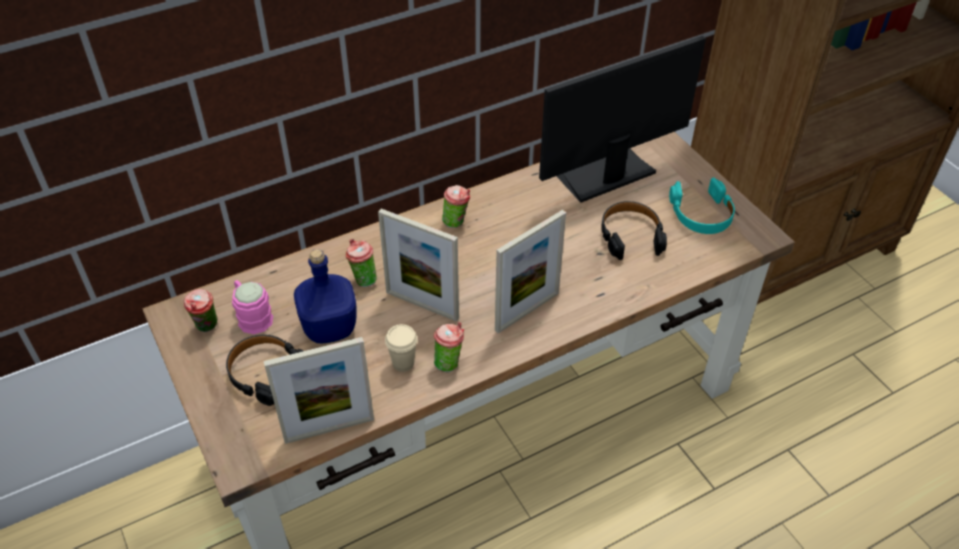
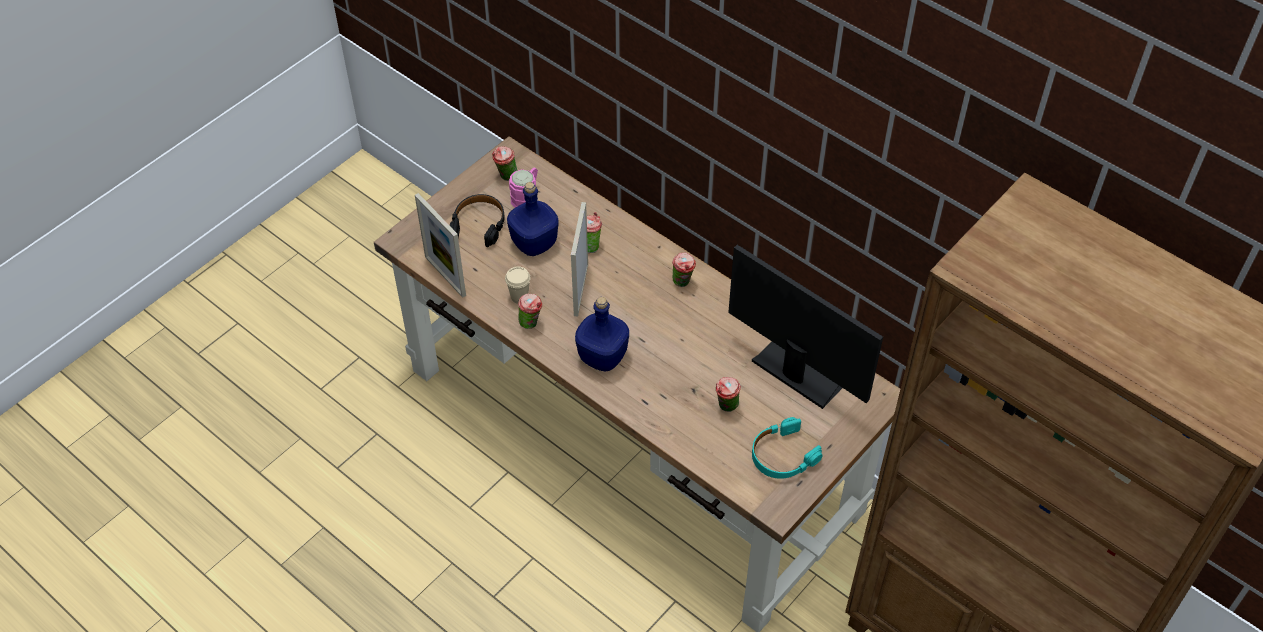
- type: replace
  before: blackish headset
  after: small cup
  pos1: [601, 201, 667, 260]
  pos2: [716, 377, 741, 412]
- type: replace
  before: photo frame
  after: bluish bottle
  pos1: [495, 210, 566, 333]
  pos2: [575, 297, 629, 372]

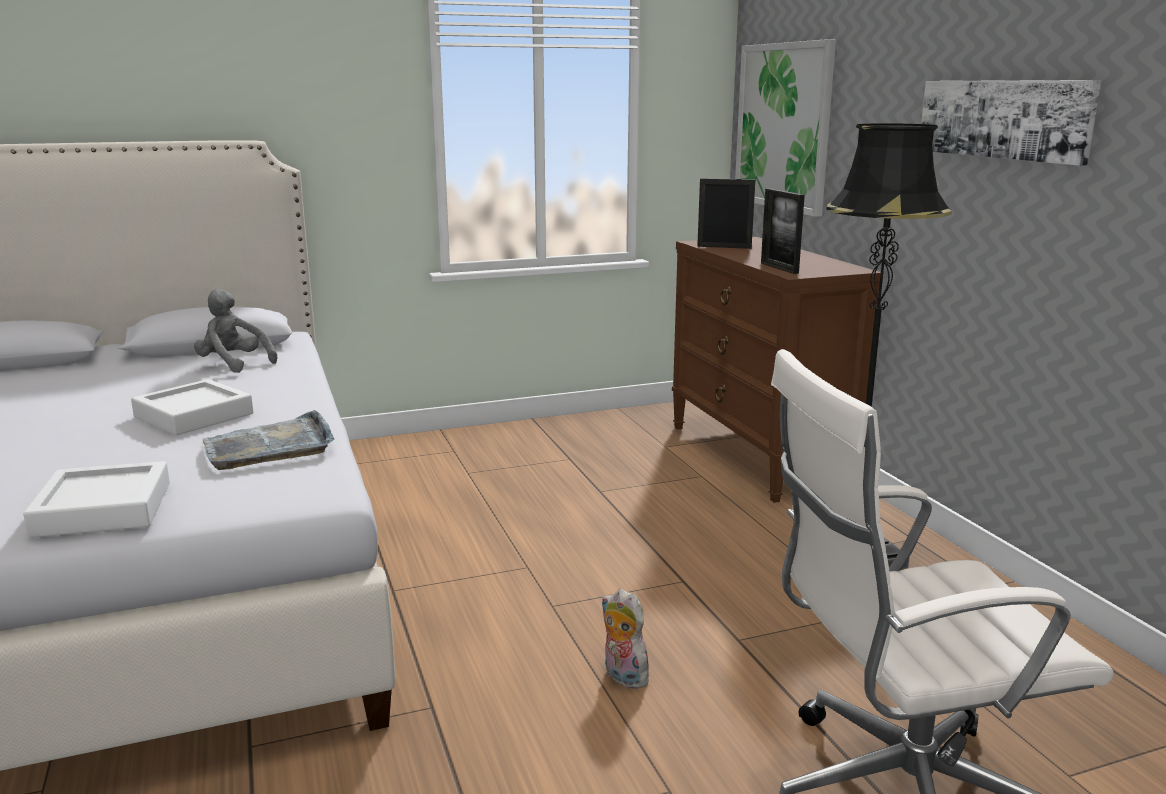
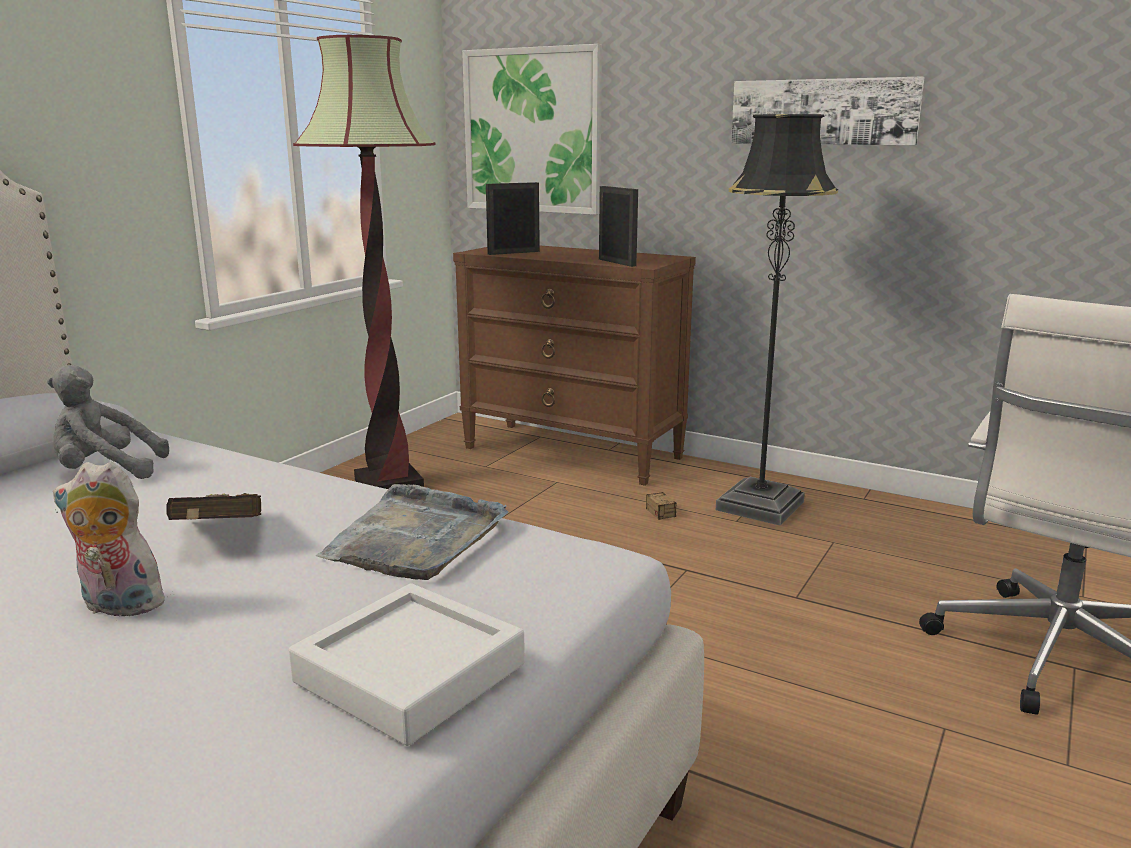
- type: rotate
  before: photo frame
  pos1: [761, 188, 805, 274]
  pos2: [599, 186, 638, 267]
  turn: -150
- type: replace
  before: whitish tray
  after: red-coloured book
  pos1: [131, 379, 253, 435]
  pos2: [166, 493, 261, 520]
- type: move
  before: cuddly toy
  pos1: [601, 589, 649, 689]
  pos2: [53, 462, 174, 617]
- type: insert
  after: standing lamp
  pos2: [293, 35, 435, 489]
- type: insert
  after: storage container
  pos2: [646, 481, 697, 520]

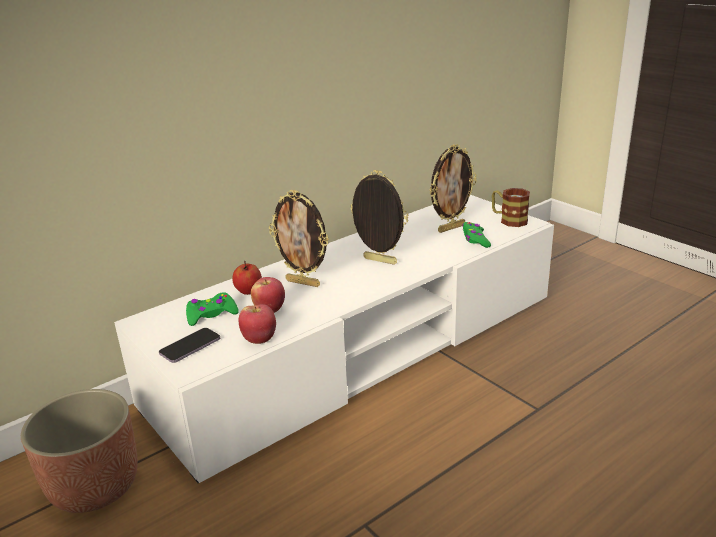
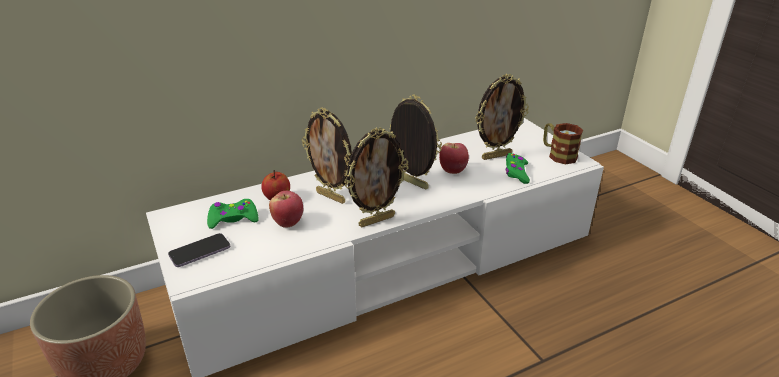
- type: move
  before: apple fruit
  pos1: [238, 304, 276, 344]
  pos2: [439, 143, 469, 174]
- type: insert
  after: photo frame
  pos2: [344, 128, 408, 227]

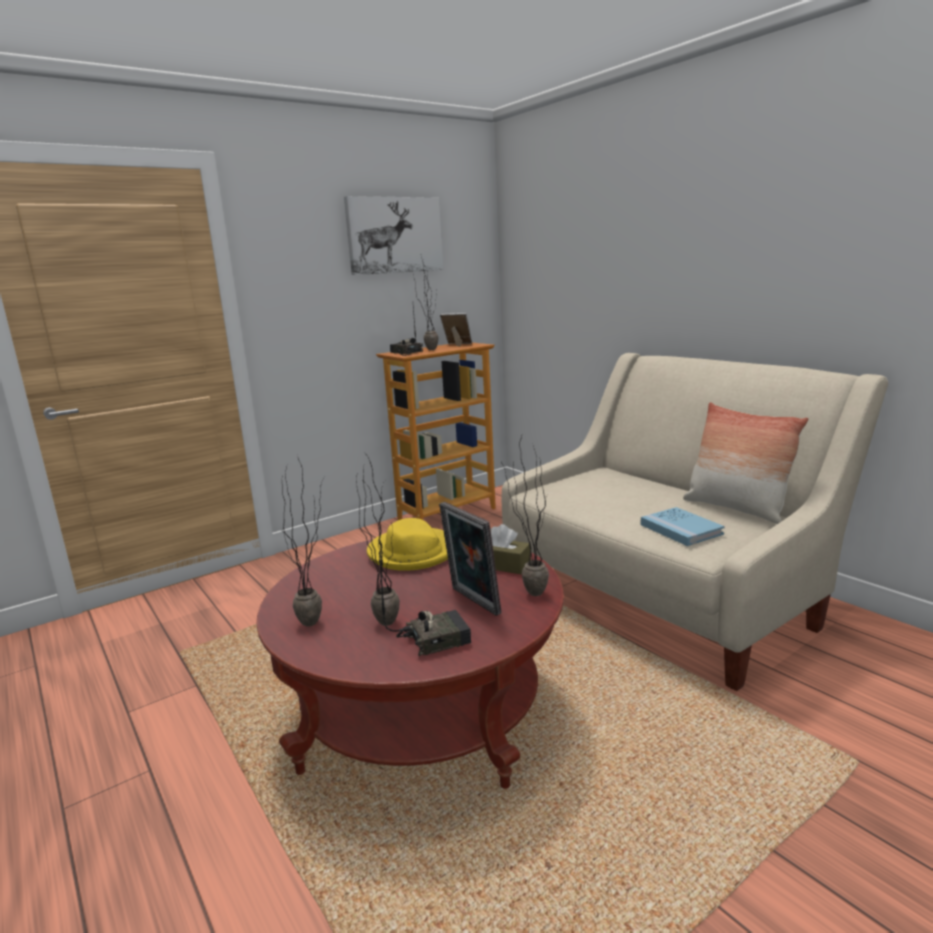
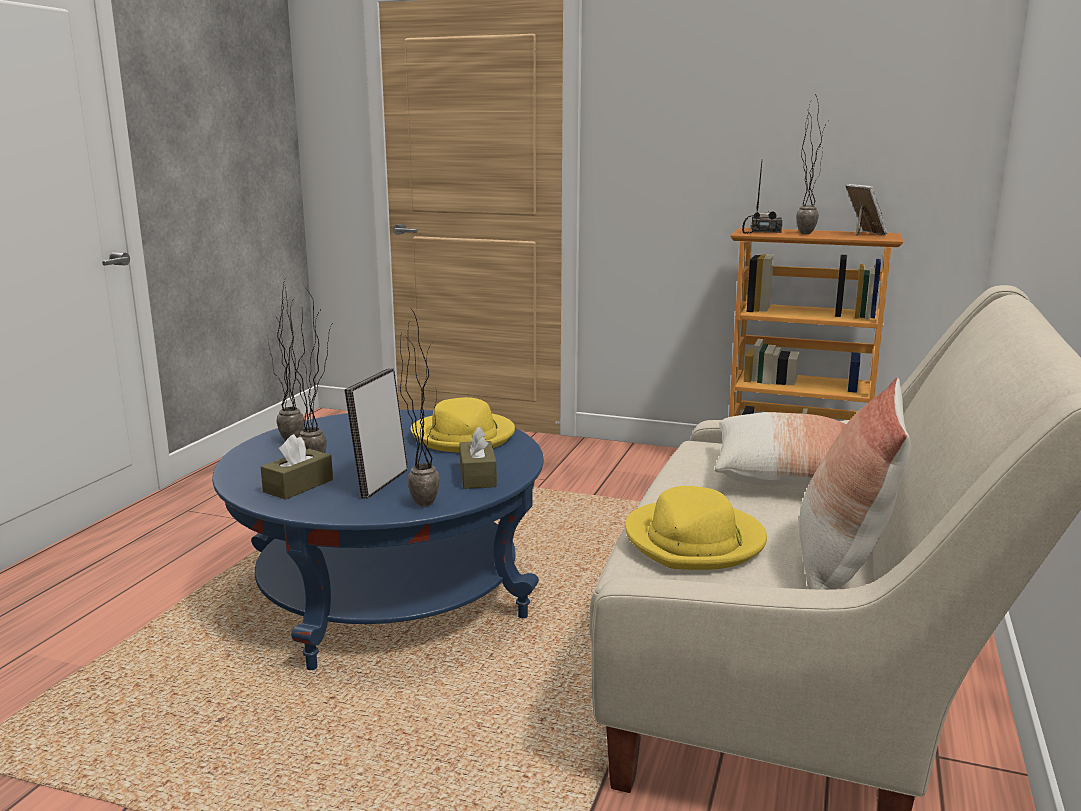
- type: delete
  before: picture
  pos1: [344, 196, 443, 275]
- type: replace
  before: bluish book
  after: yellowish wearable hat
  pos1: [641, 507, 725, 546]
  pos2: [625, 486, 767, 570]
- type: recolor
  before: red-coloured lounge table
  after: bluish lounge table
  pos1: [256, 539, 564, 789]
  pos2: [212, 410, 544, 670]
- type: replace
  before: radio set
  after: brown box of tissues
  pos1: [379, 552, 471, 656]
  pos2: [261, 434, 333, 500]
- type: insert
  after: pillow
  pos2: [715, 412, 846, 486]

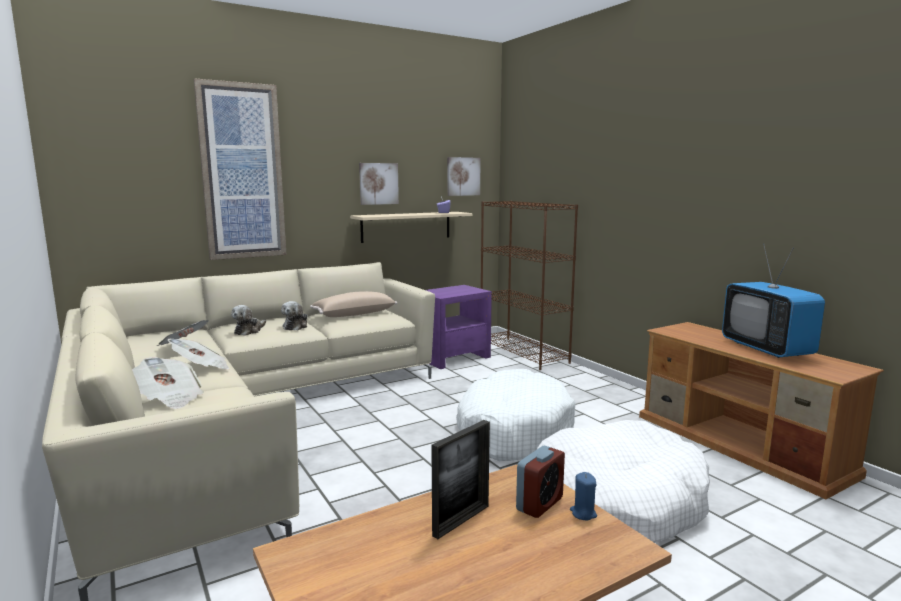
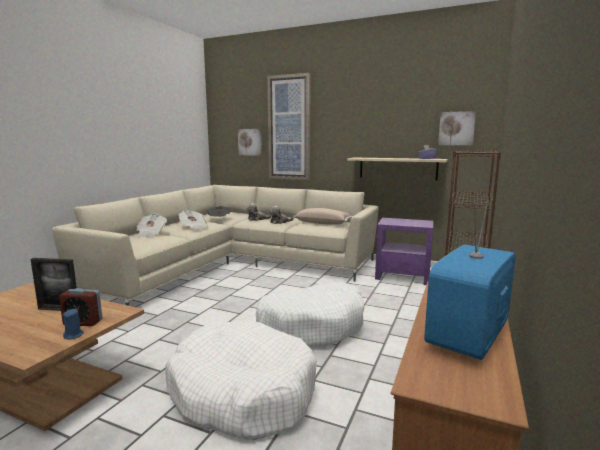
- type: move
  before: picture
  pos1: [359, 163, 399, 205]
  pos2: [238, 129, 262, 156]

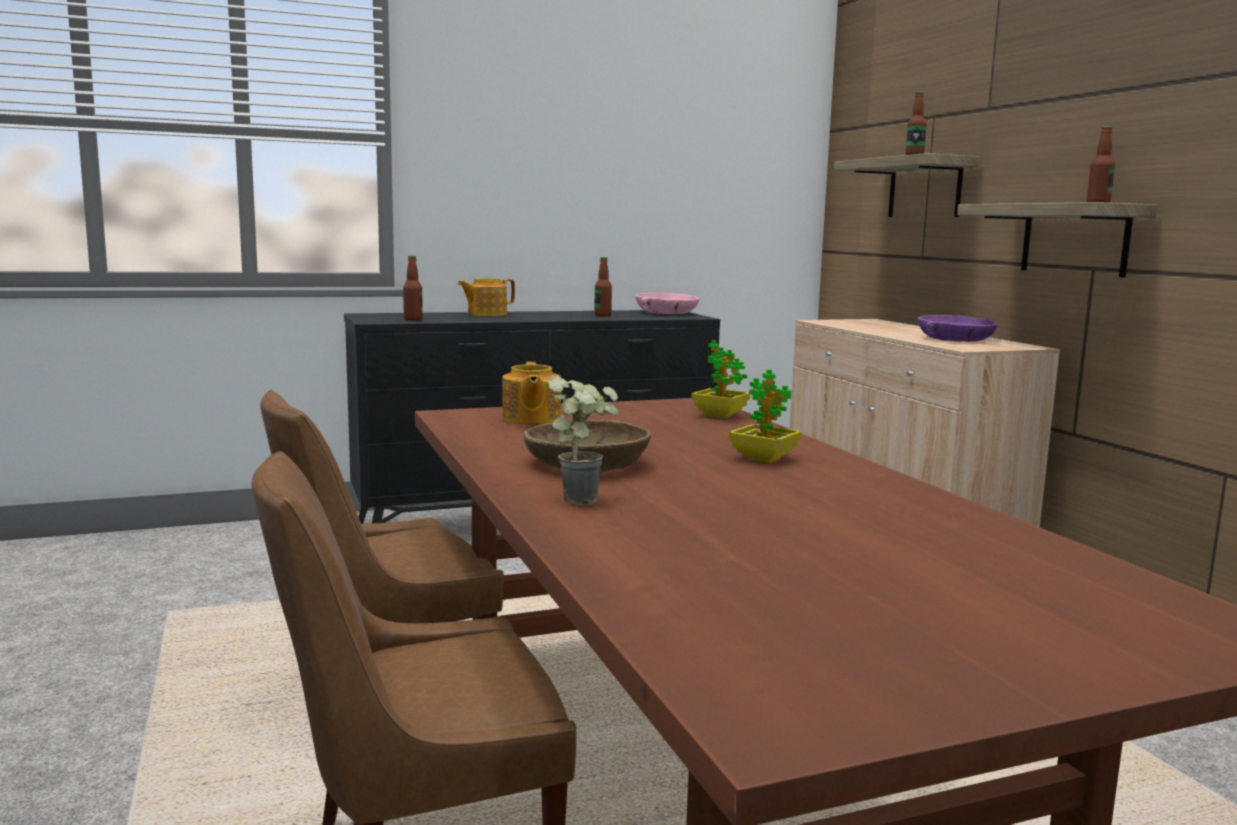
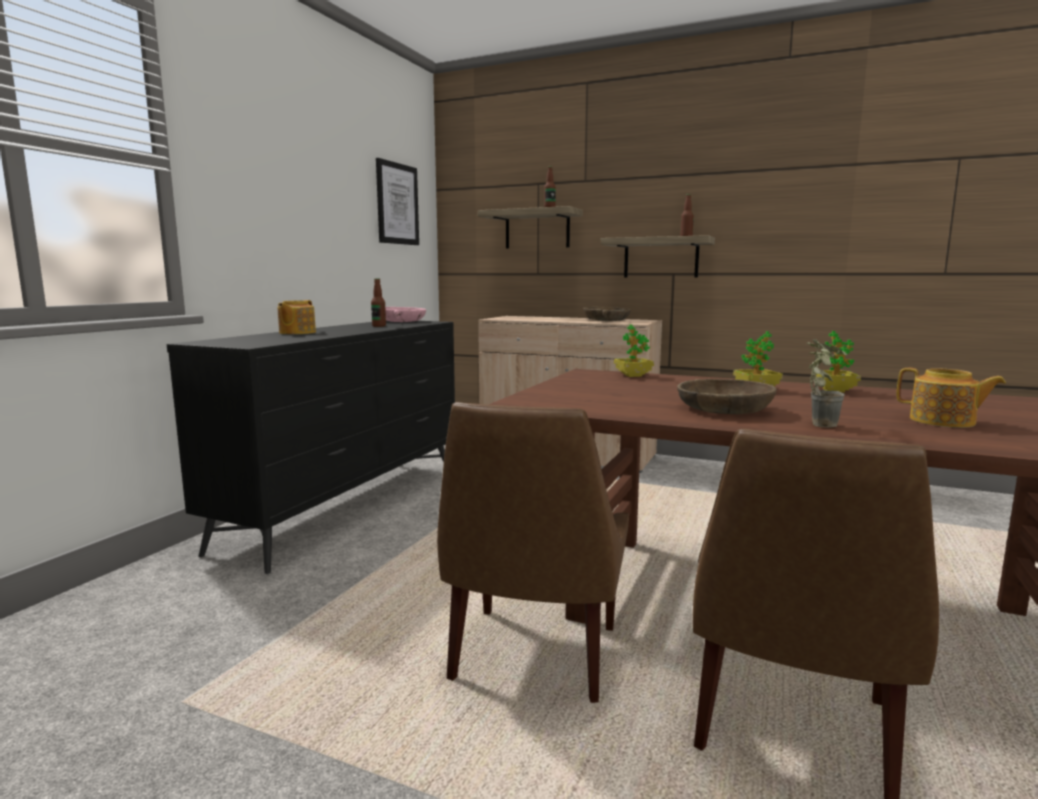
- type: delete
  before: bottle
  pos1: [403, 256, 423, 321]
- type: recolor
  before: purple-coloured serving bowl
  after: brown serving bowl
  pos1: [918, 315, 998, 342]
  pos2: [583, 307, 631, 321]
- type: move
  before: pot for tea
  pos1: [502, 362, 561, 425]
  pos2: [897, 368, 1006, 428]
- type: insert
  after: picture
  pos2: [376, 158, 419, 245]
- type: insert
  after: potted plant
  pos2: [816, 331, 861, 392]

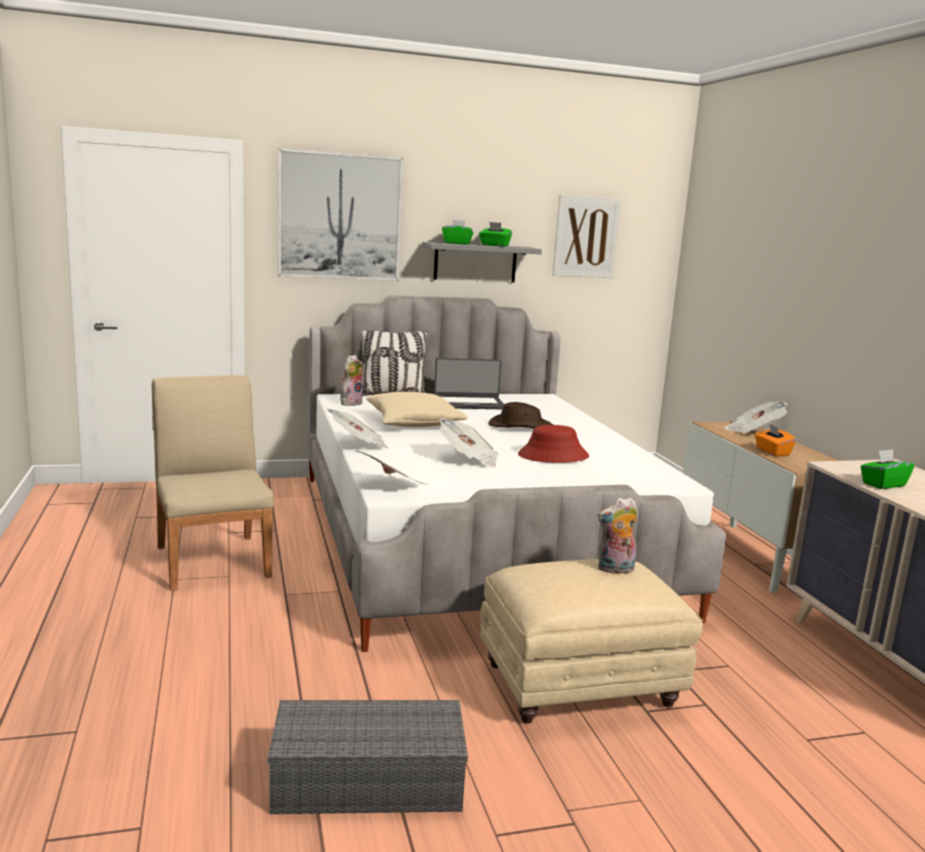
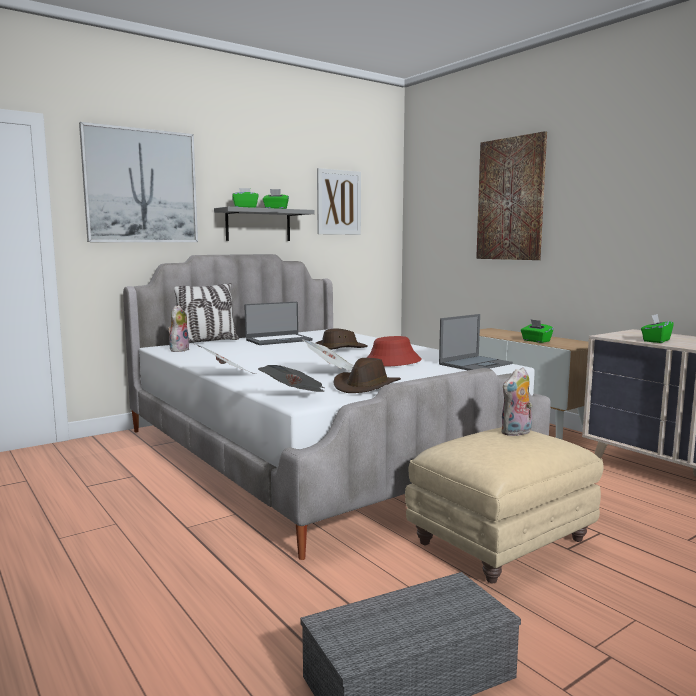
- type: delete
  before: sand-coloured chair
  pos1: [152, 375, 274, 591]
- type: delete
  before: sand-coloured pillow
  pos1: [366, 392, 468, 427]
- type: delete
  before: daily paper
  pos1: [725, 401, 788, 433]
- type: recolor
  before: orange box of tissues
  after: green box of tissues
  pos1: [755, 423, 796, 456]
  pos2: [521, 319, 554, 343]
- type: insert
  after: picture
  pos2: [476, 131, 547, 260]
- type: insert
  after: laptop
  pos2: [439, 314, 513, 370]
- type: insert
  after: brown wearable hat
  pos2: [334, 358, 401, 393]

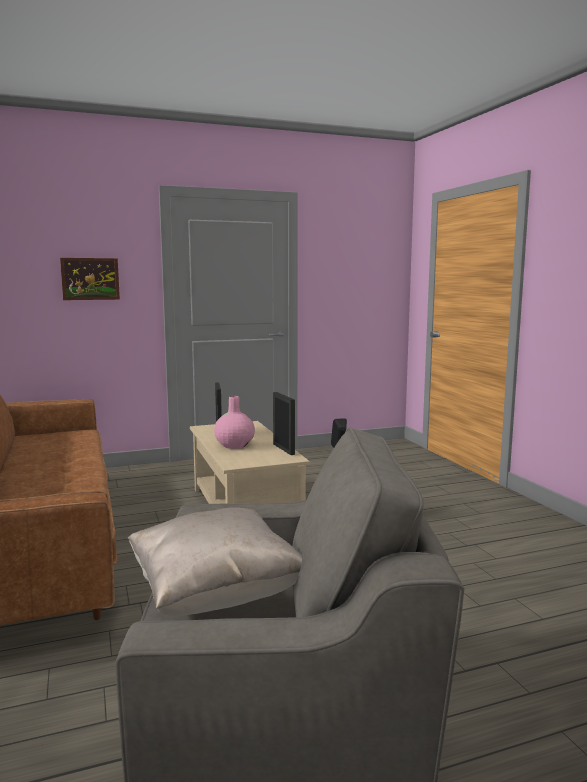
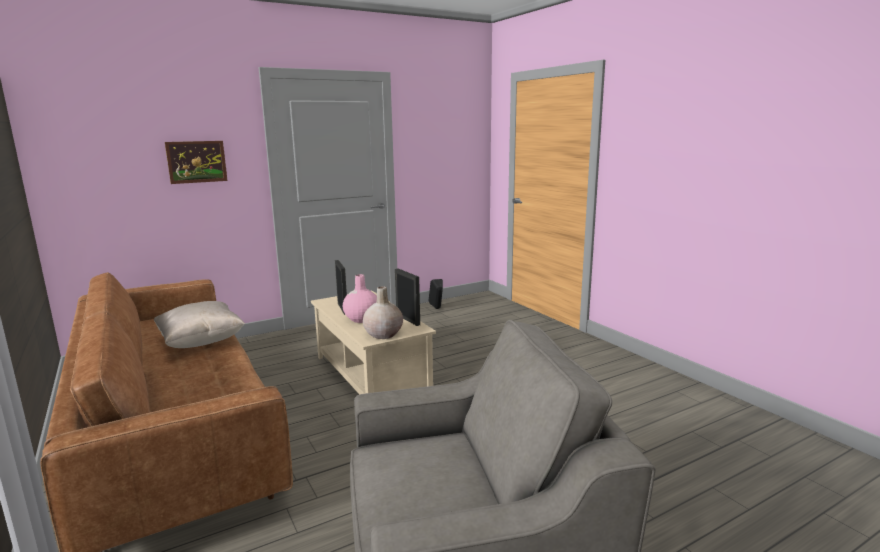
- type: move
  before: sand-coloured pillow
  pos1: [128, 507, 302, 616]
  pos2: [153, 301, 245, 348]
- type: insert
  after: sand-coloured decorative vase
  pos2: [363, 286, 403, 339]

